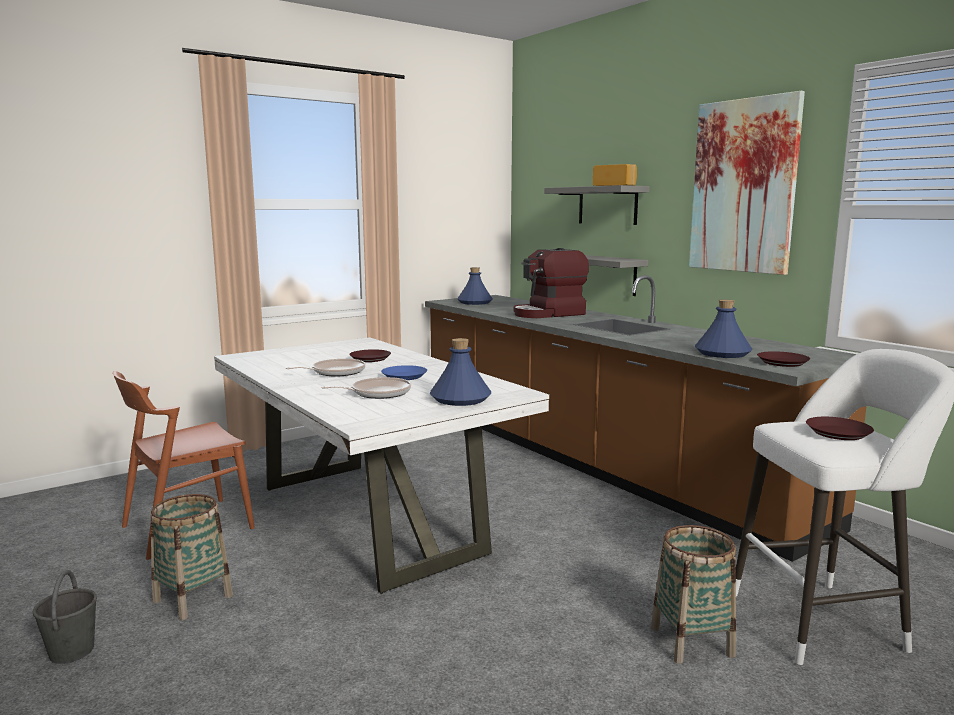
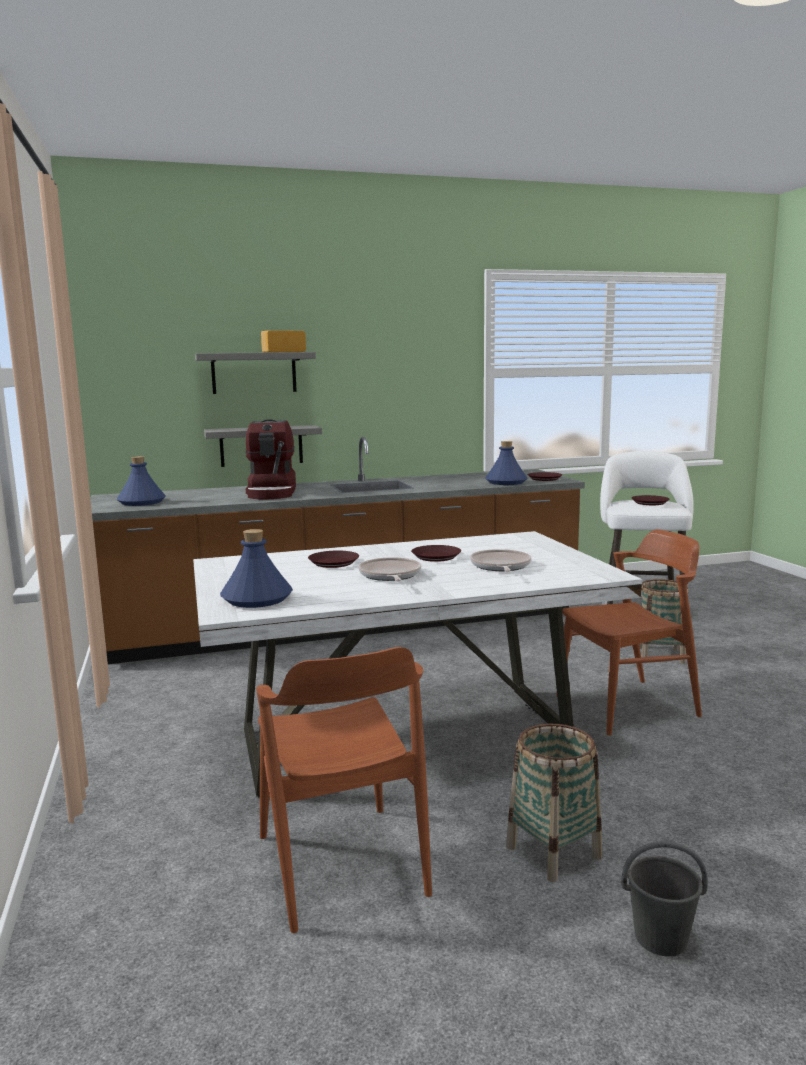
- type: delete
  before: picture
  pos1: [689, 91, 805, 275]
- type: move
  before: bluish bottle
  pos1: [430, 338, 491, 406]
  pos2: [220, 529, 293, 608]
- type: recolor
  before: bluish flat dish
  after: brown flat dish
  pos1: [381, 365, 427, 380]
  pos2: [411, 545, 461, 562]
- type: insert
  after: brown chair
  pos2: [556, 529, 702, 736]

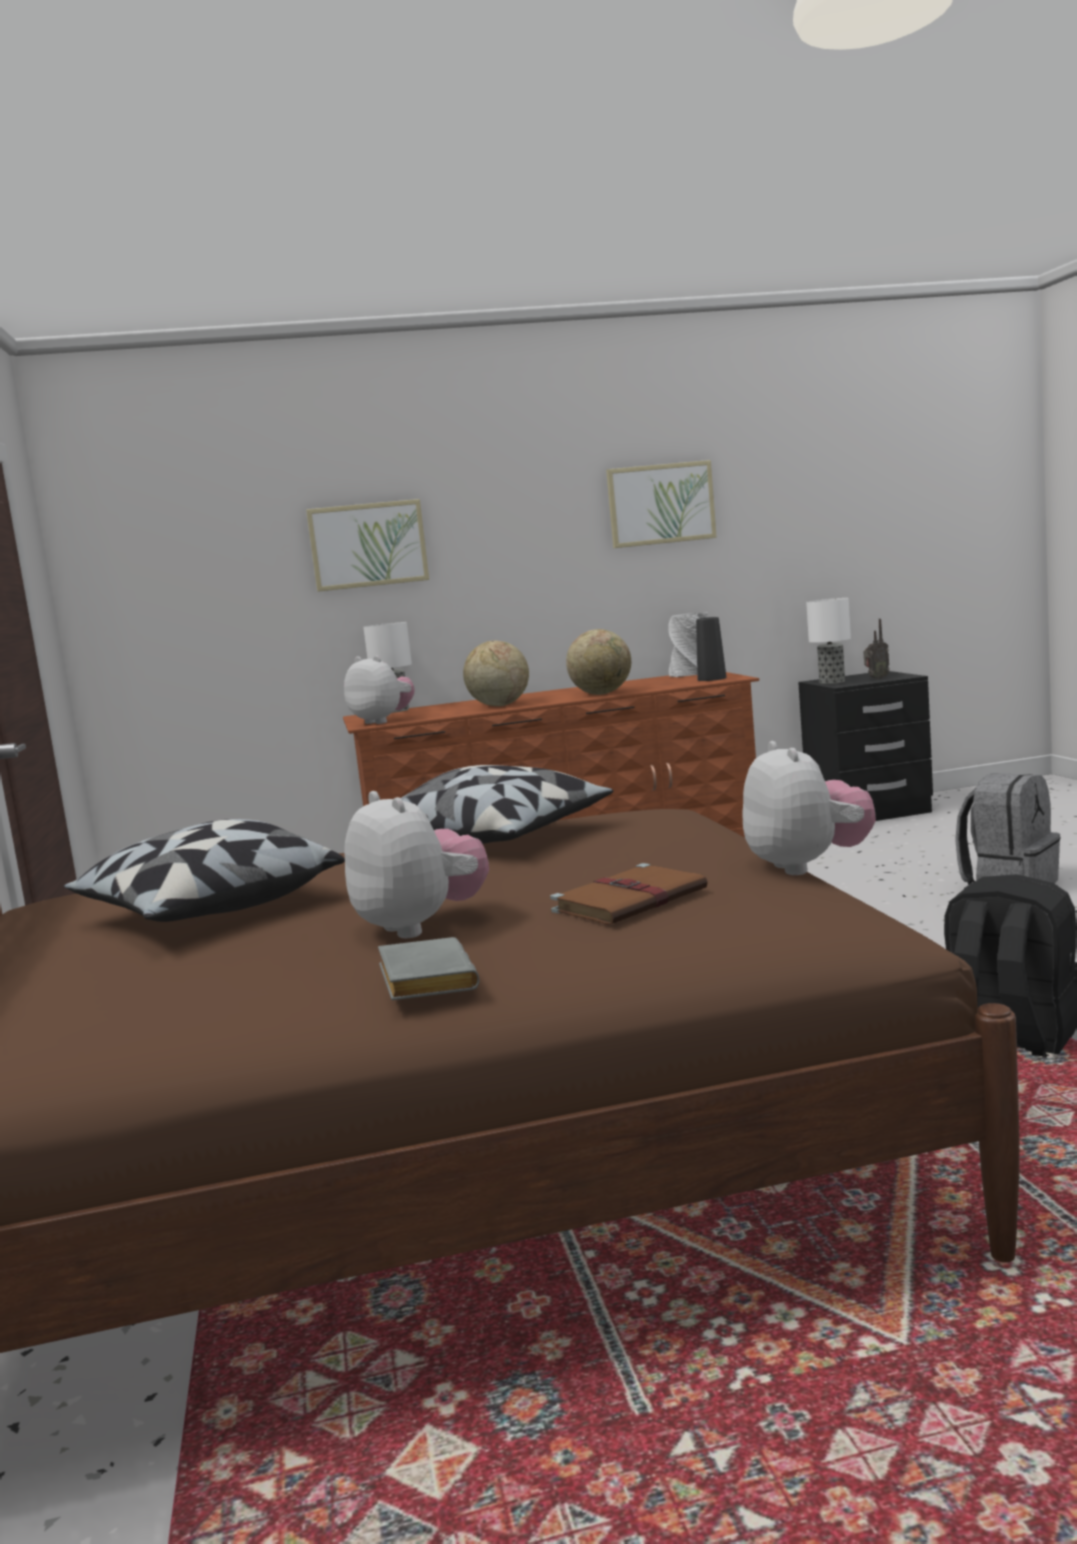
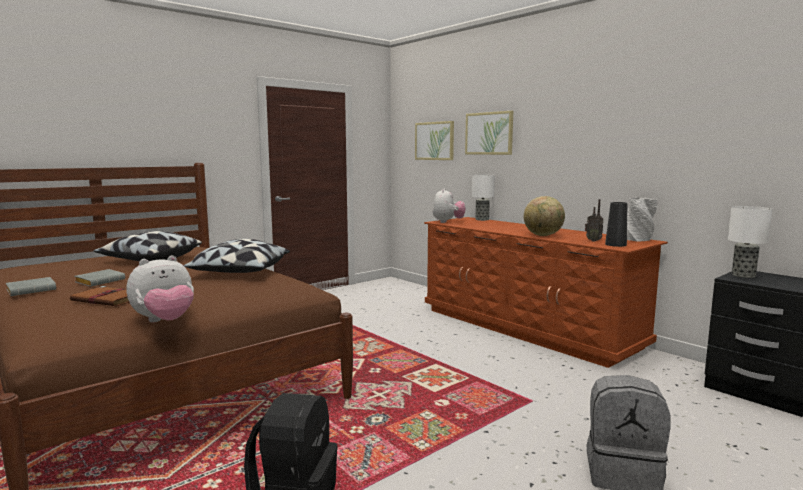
- type: move
  before: picture
  pos1: [606, 460, 717, 548]
  pos2: [415, 121, 454, 160]
- type: move
  before: radio set
  pos1: [864, 619, 890, 680]
  pos2: [585, 199, 603, 242]
- type: delete
  before: world globe
  pos1: [463, 641, 529, 706]
- type: replace
  before: cuddly toy
  after: grey book
  pos1: [344, 791, 489, 938]
  pos2: [74, 269, 125, 287]

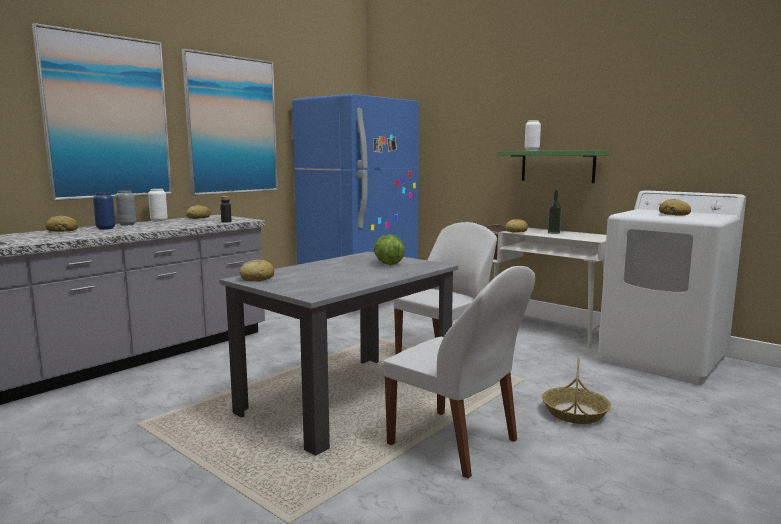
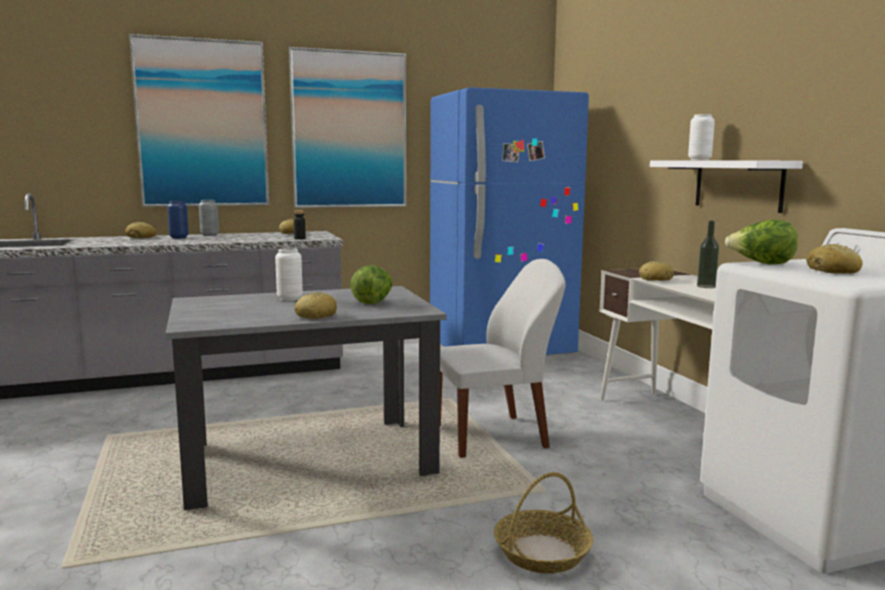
- type: recolor
  before: green wall shelf
  after: whitish wall shelf
  pos1: [497, 151, 609, 183]
  pos2: [650, 160, 803, 213]
- type: move
  before: whitish decorative vase
  pos1: [148, 189, 168, 222]
  pos2: [275, 248, 303, 301]
- type: move
  before: baked bread
  pos1: [240, 259, 274, 281]
  pos2: [295, 292, 337, 319]
- type: delete
  before: whitish chair
  pos1: [383, 266, 536, 479]
- type: insert
  after: head of lettuce
  pos2: [725, 219, 798, 264]

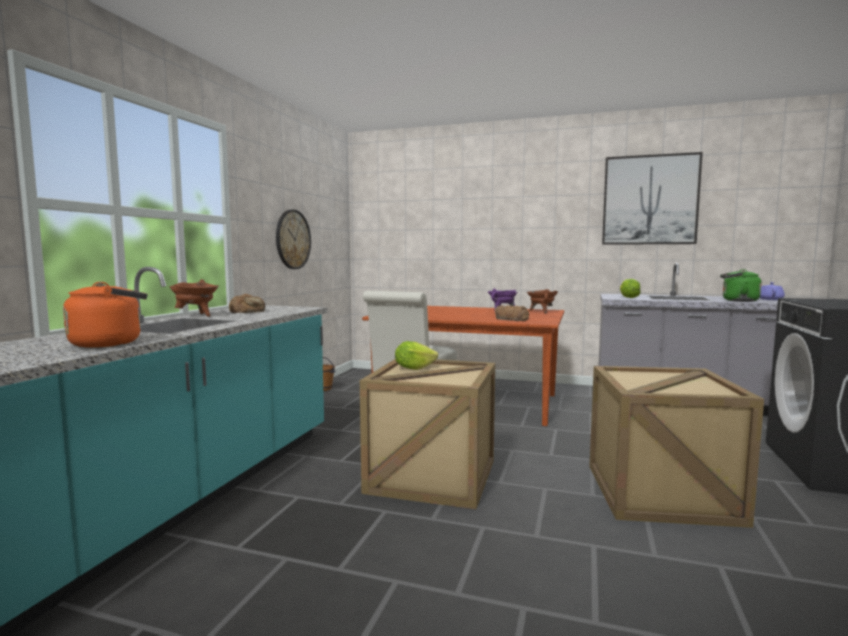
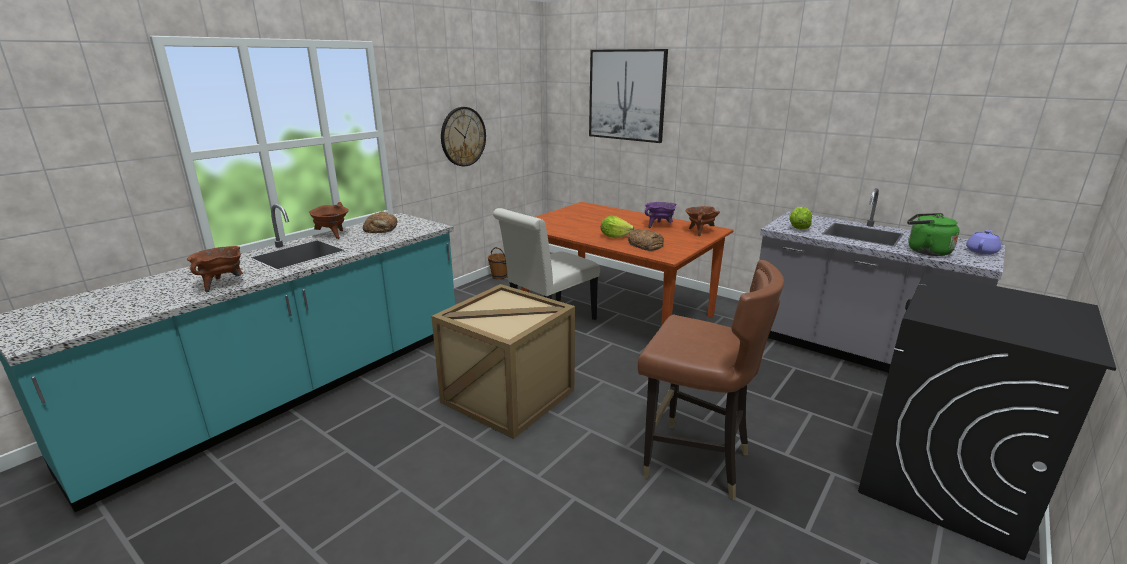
- type: move
  before: picture
  pos1: [602, 152, 703, 245]
  pos2: [589, 49, 668, 143]
- type: replace
  before: orange water kettle
  after: brown saucepot
  pos1: [63, 282, 147, 348]
  pos2: [187, 246, 243, 293]
- type: move
  before: head of lettuce
  pos1: [395, 341, 438, 370]
  pos2: [601, 216, 634, 238]
- type: replace
  before: crate
  after: brown chair
  pos1: [589, 366, 764, 528]
  pos2: [638, 260, 784, 500]

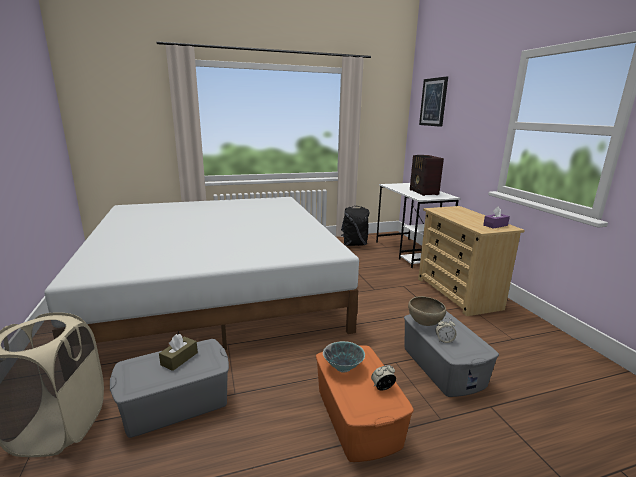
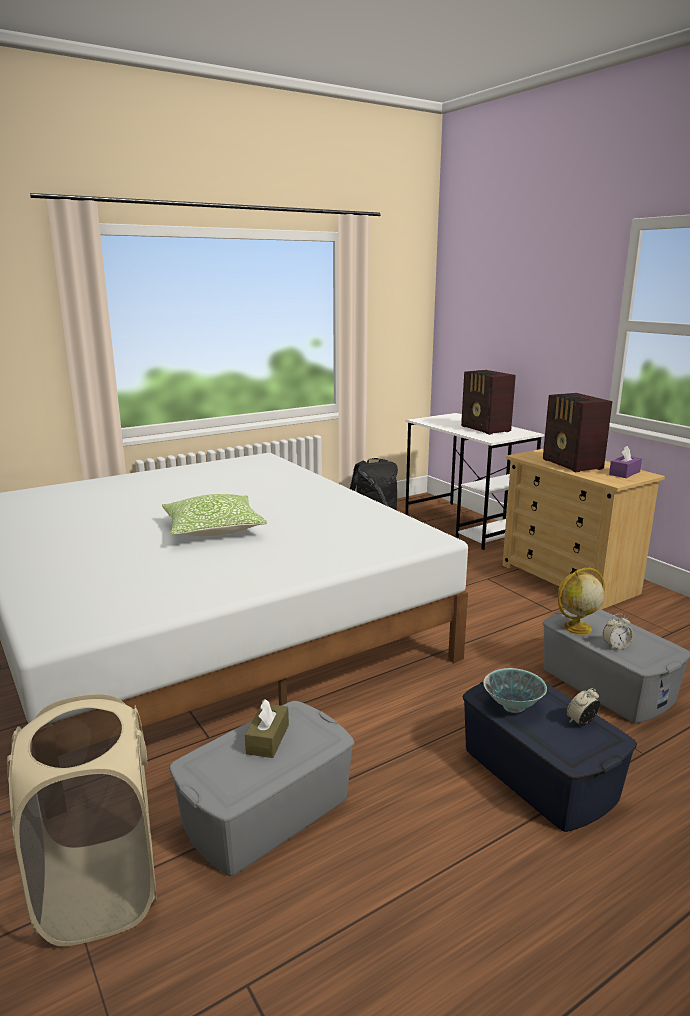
- type: delete
  before: picture
  pos1: [419, 76, 448, 127]
- type: replace
  before: brown serving bowl
  after: world globe
  pos1: [408, 296, 446, 326]
  pos2: [558, 568, 605, 635]
- type: recolor
  before: orange storage container
  after: bluish storage container
  pos1: [316, 345, 414, 462]
  pos2: [463, 681, 637, 832]
- type: insert
  after: radio set
  pos2: [543, 393, 612, 472]
- type: insert
  after: pillow
  pos2: [162, 494, 267, 536]

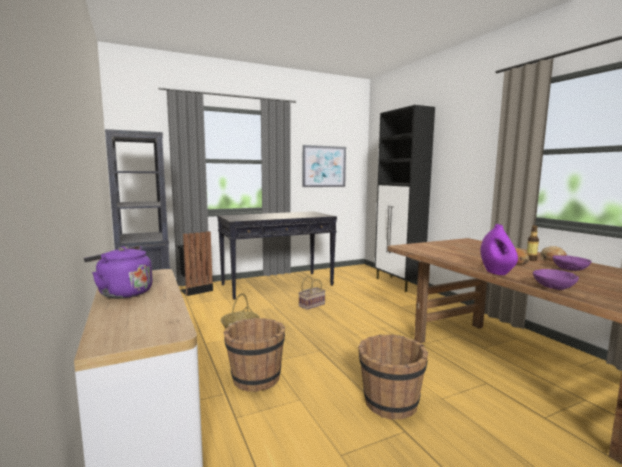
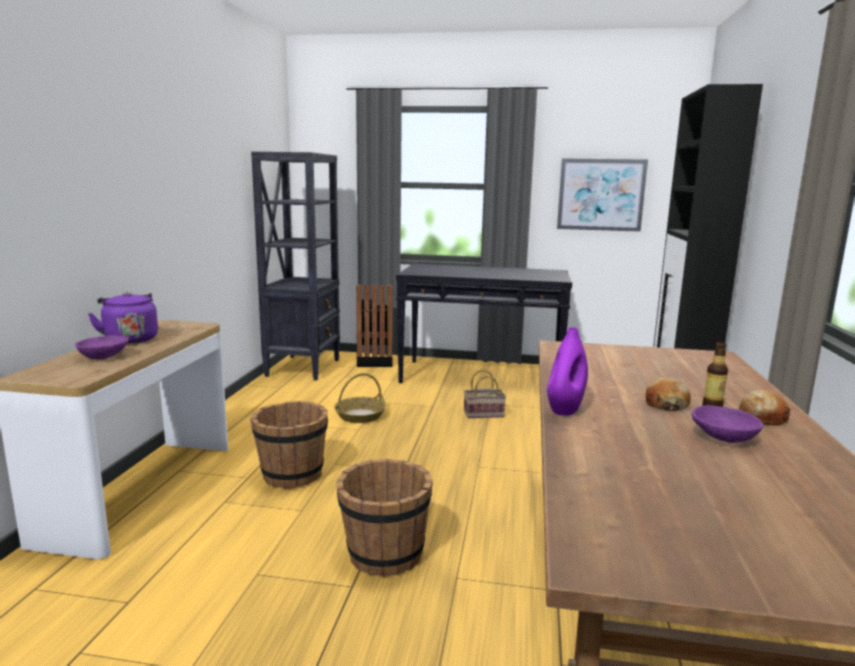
- type: move
  before: purple-coloured serving bowl
  pos1: [533, 269, 579, 290]
  pos2: [75, 336, 129, 360]

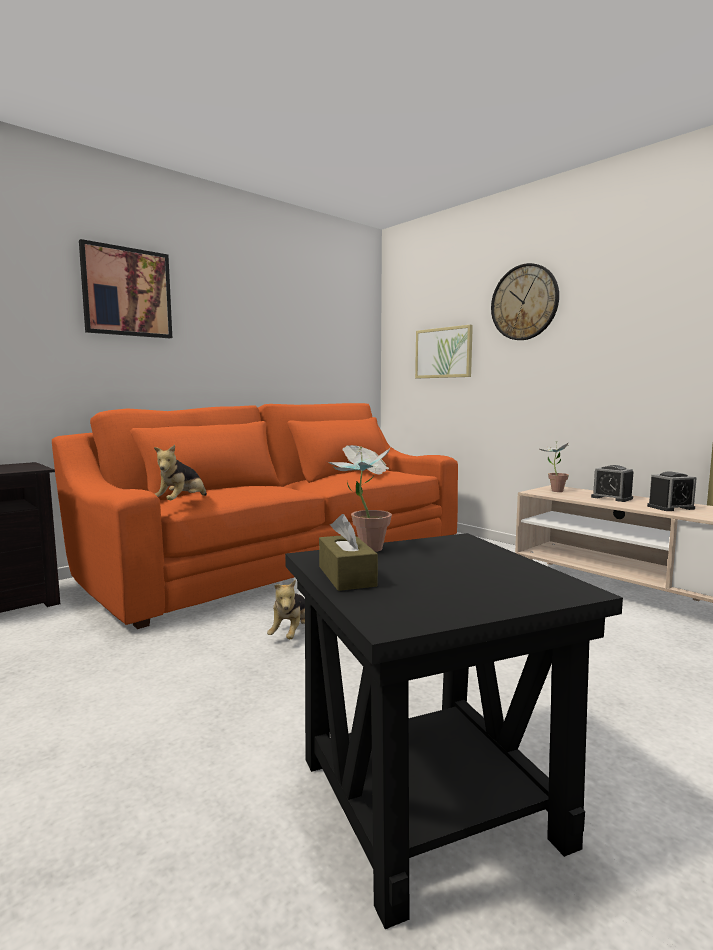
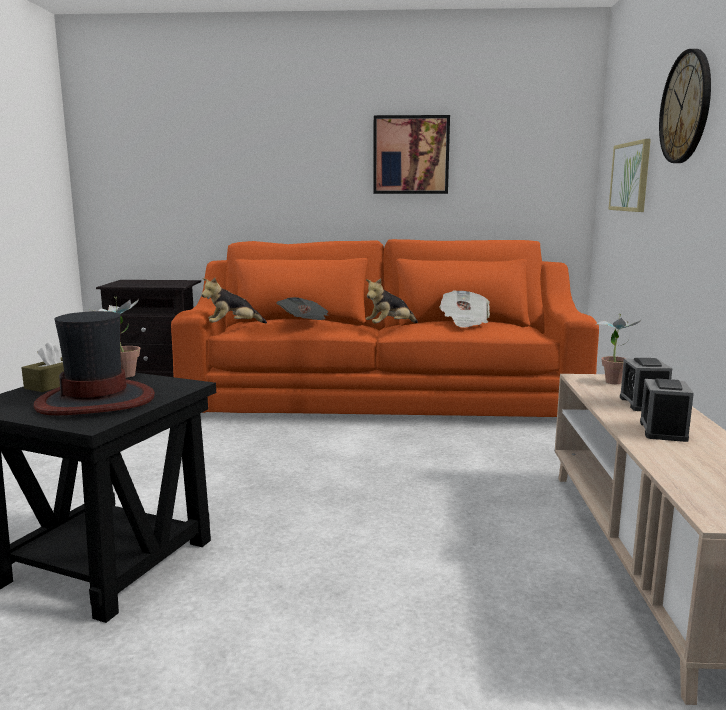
- type: move
  before: picture
  pos1: [79, 239, 172, 338]
  pos2: [373, 115, 450, 194]
- type: rotate
  before: bedside clock
  pos1: [647, 471, 697, 511]
  pos2: [640, 378, 694, 442]
  turn: 75
- type: move
  before: cuddly toy
  pos1: [267, 580, 305, 639]
  pos2: [366, 278, 418, 323]
- type: insert
  after: daily paper
  pos2: [276, 297, 329, 320]
- type: insert
  after: wearable hat
  pos2: [34, 311, 155, 415]

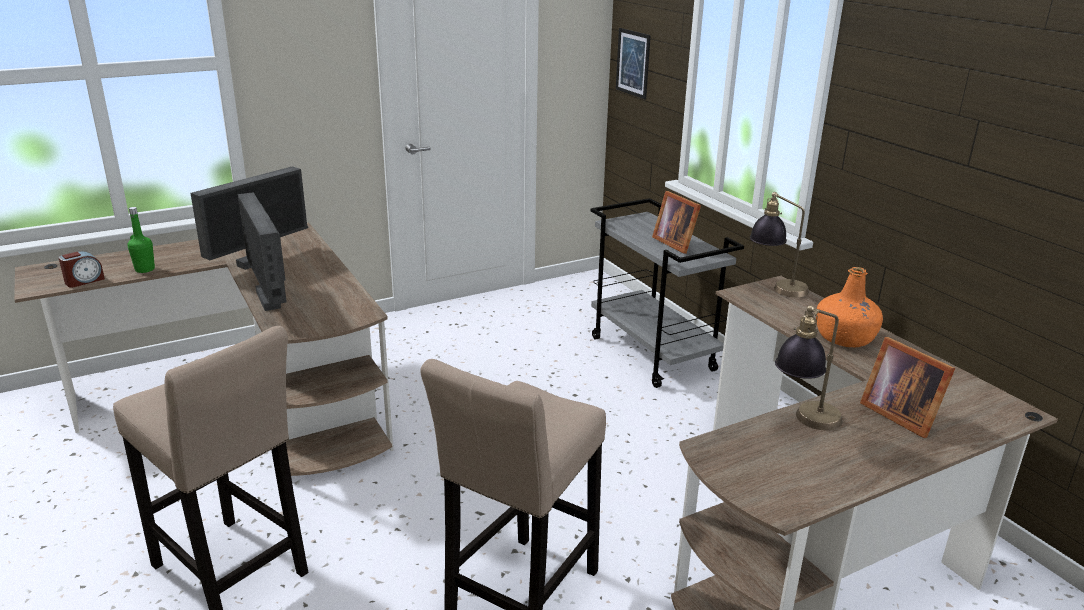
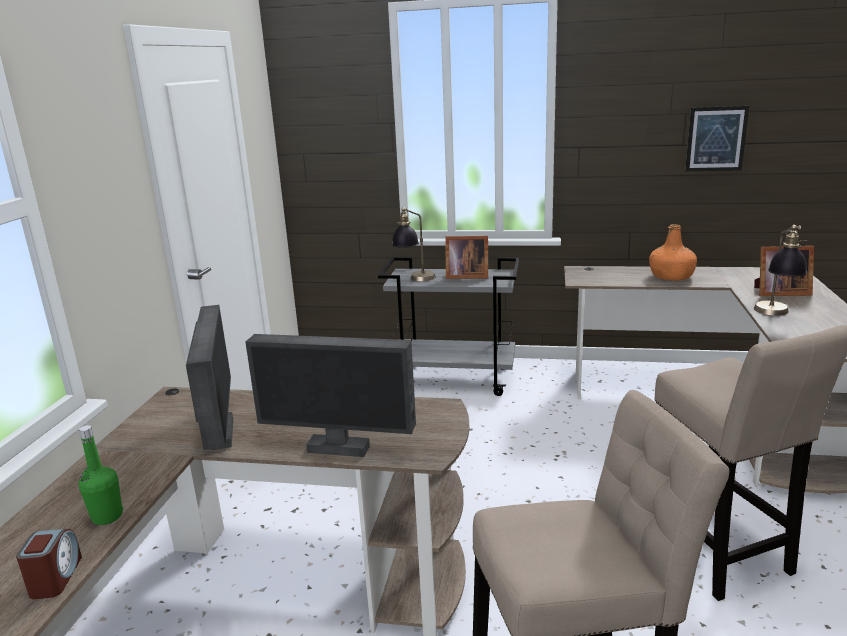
- type: move
  before: picture
  pos1: [616, 28, 651, 99]
  pos2: [685, 106, 749, 171]
- type: move
  before: tabletop lamp
  pos1: [750, 192, 809, 297]
  pos2: [392, 207, 436, 281]

